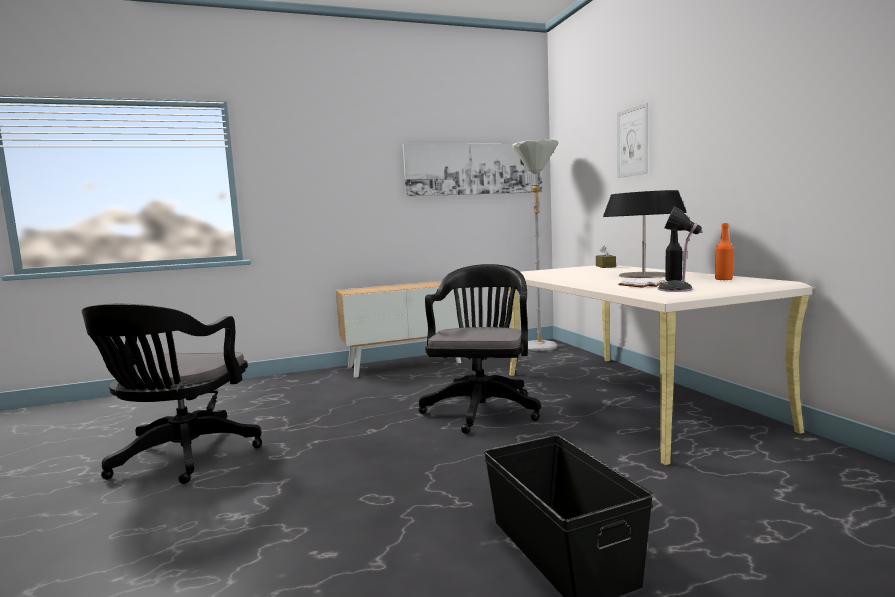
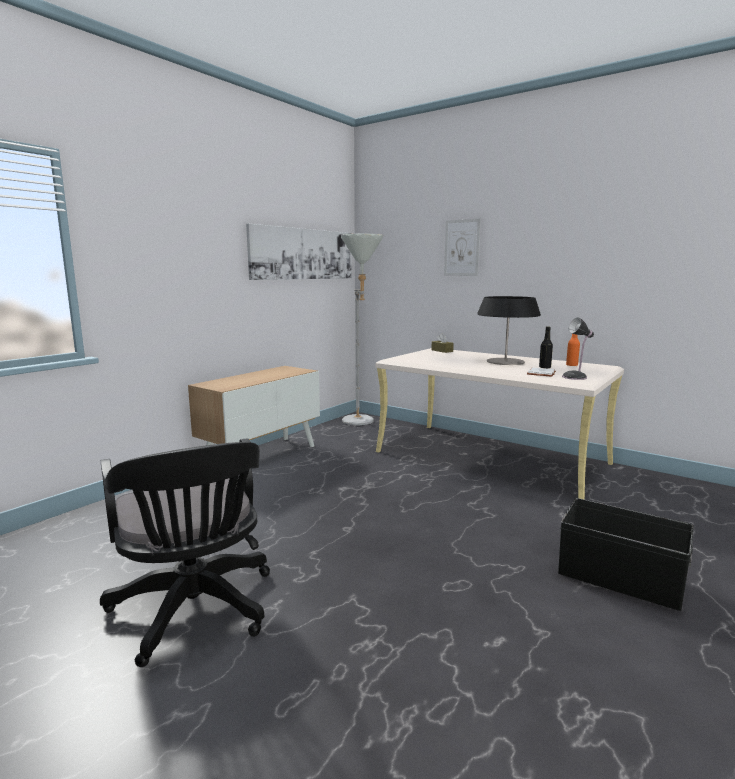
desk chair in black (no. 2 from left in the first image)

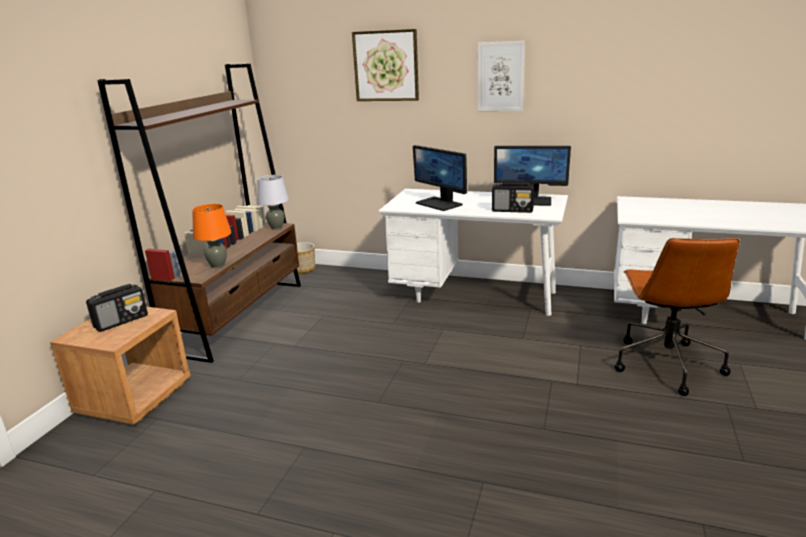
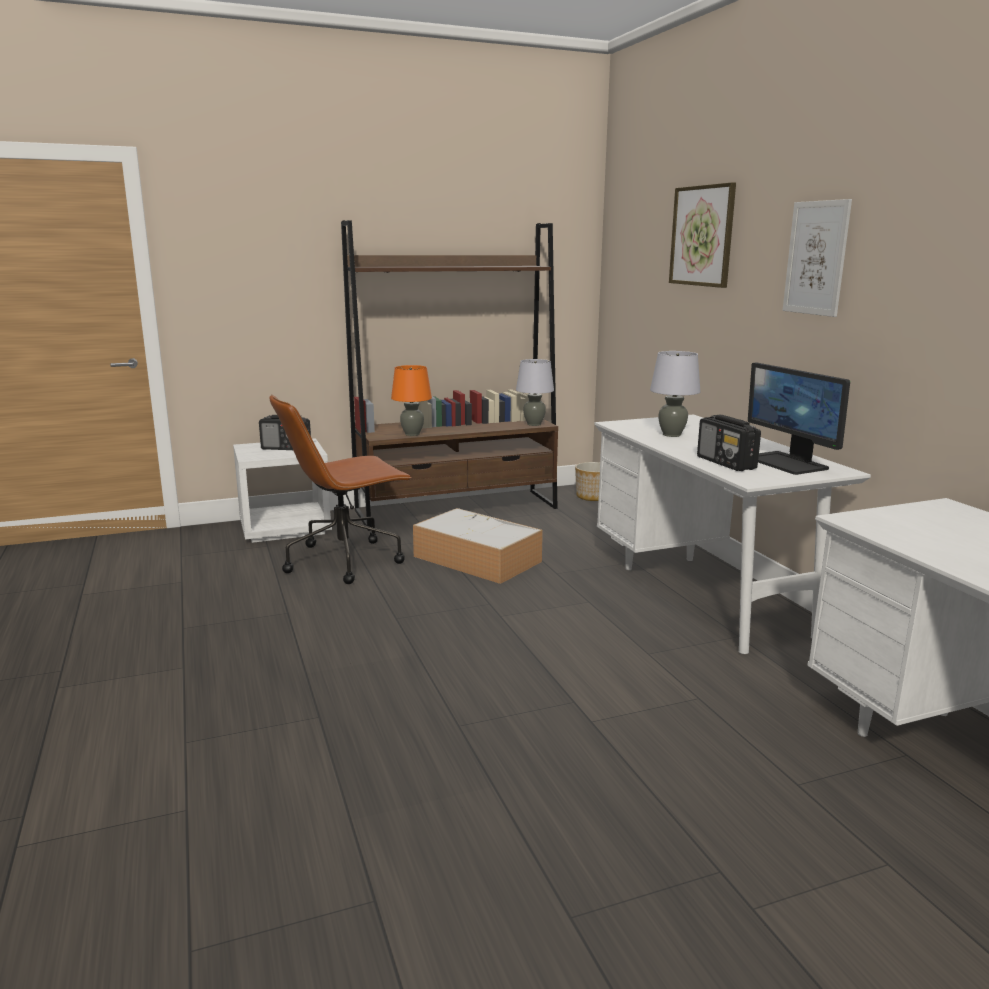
storage container
desk chair in brownish
table lamp in gray (no. 2 from left)
bedside table in whitish

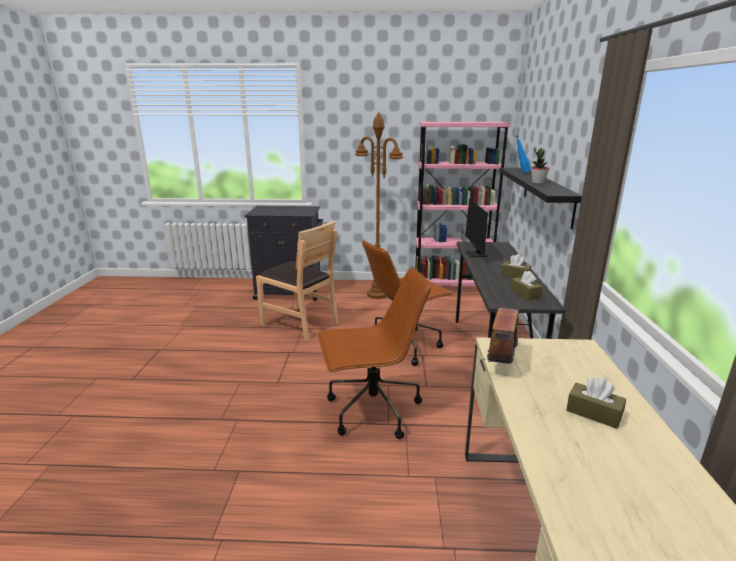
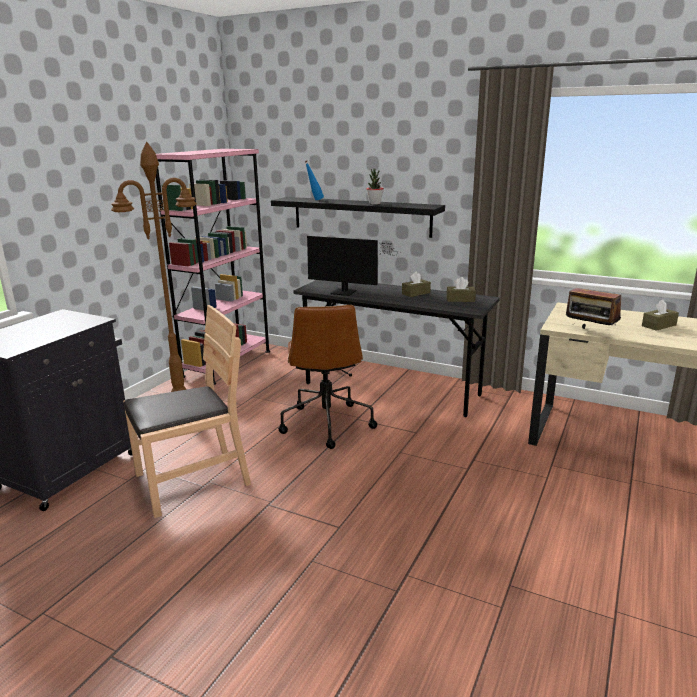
desk chair in brownish (no. 1 from left in the first image)

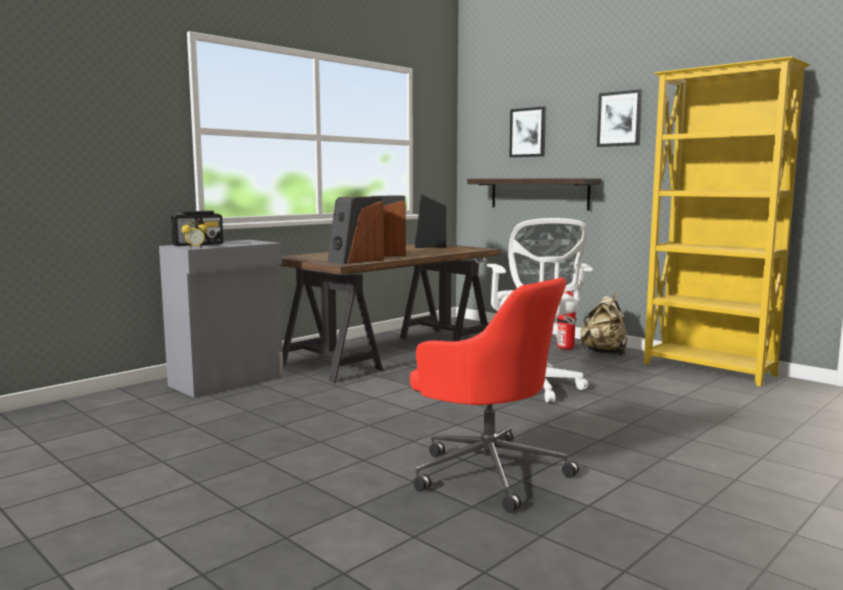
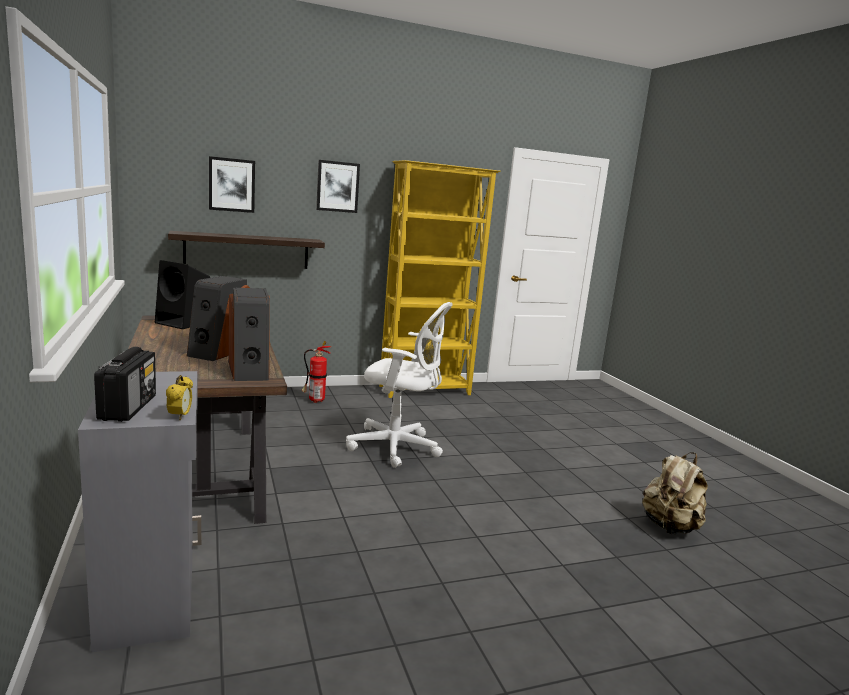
desk chair in reddish
knapsack in beige

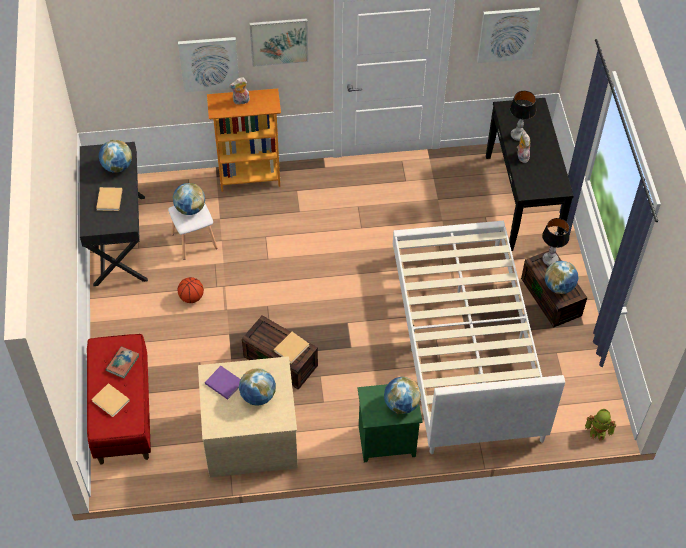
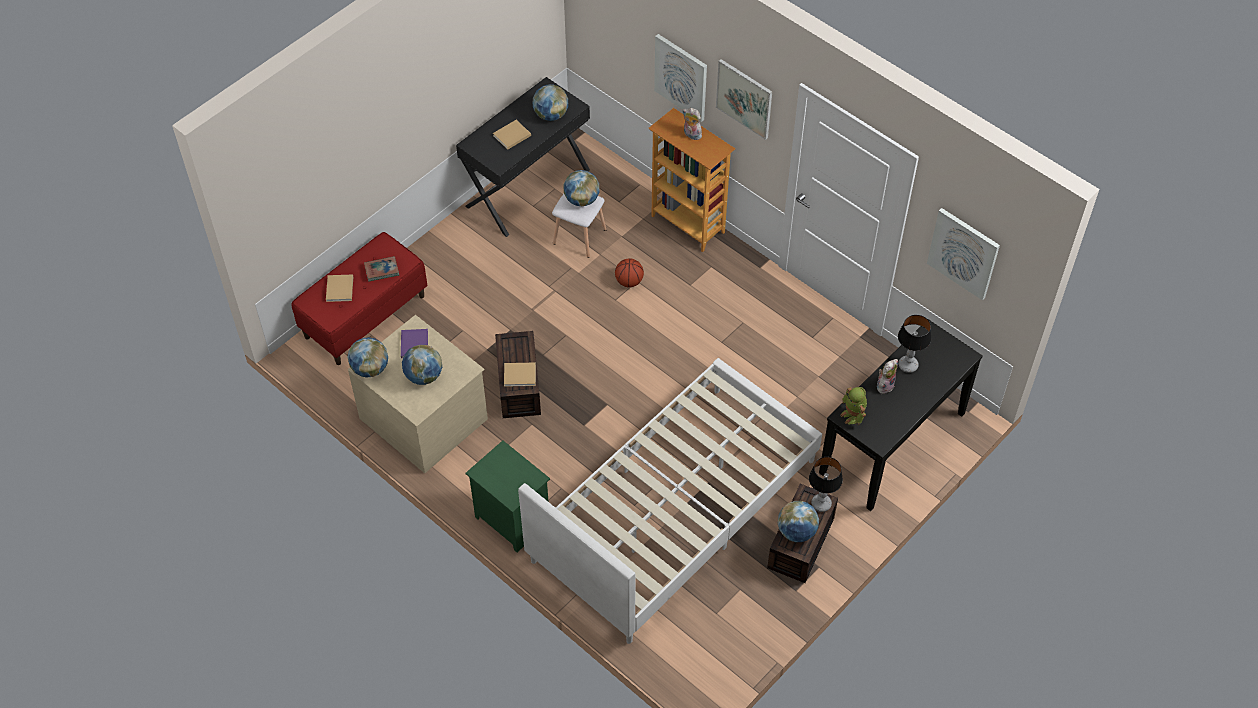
ball for basketball
world globe (no. 1 from left)
toy robot

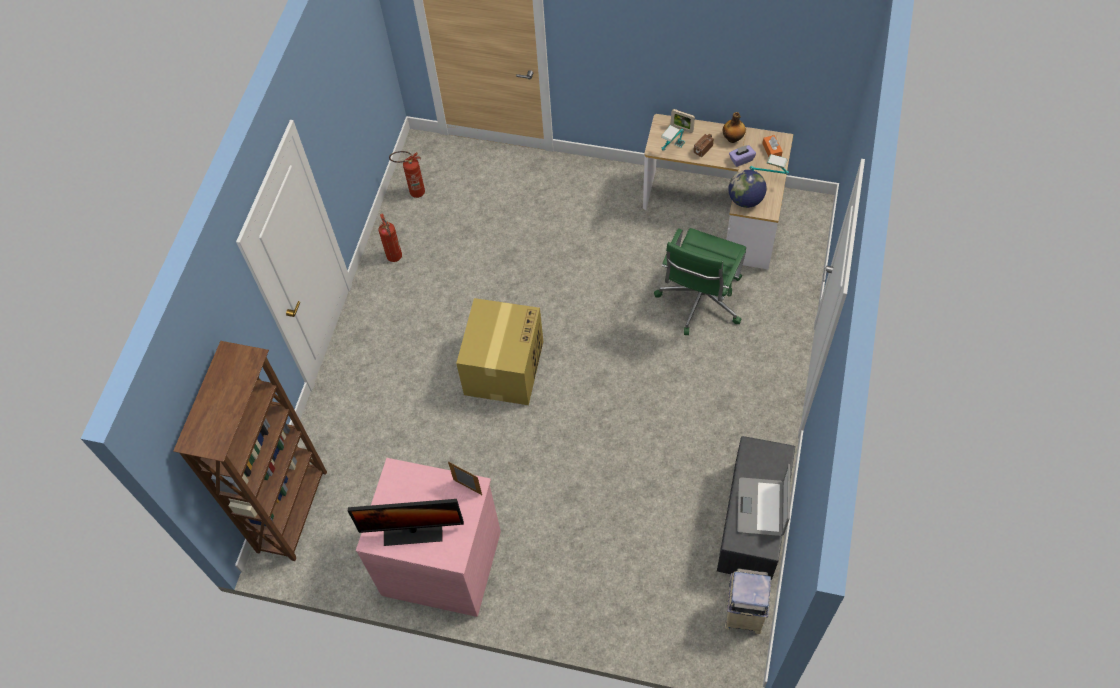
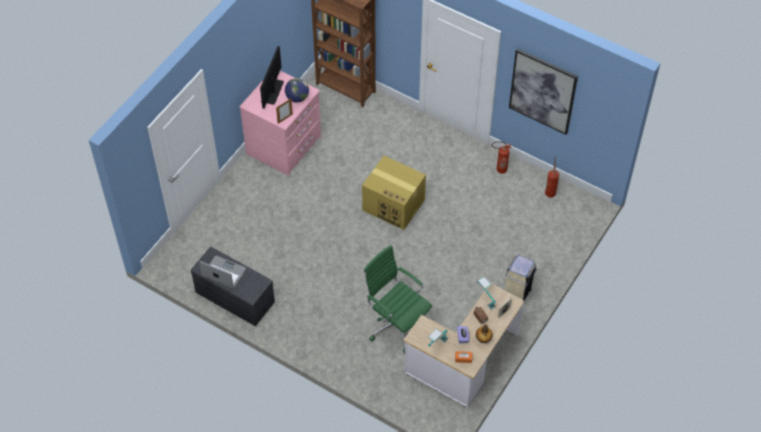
picture
waste bin in beige
world globe

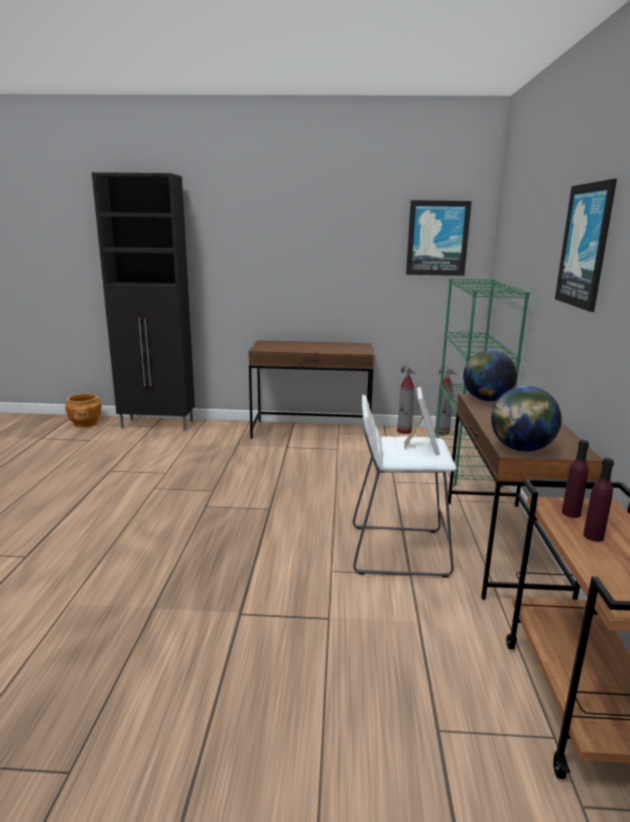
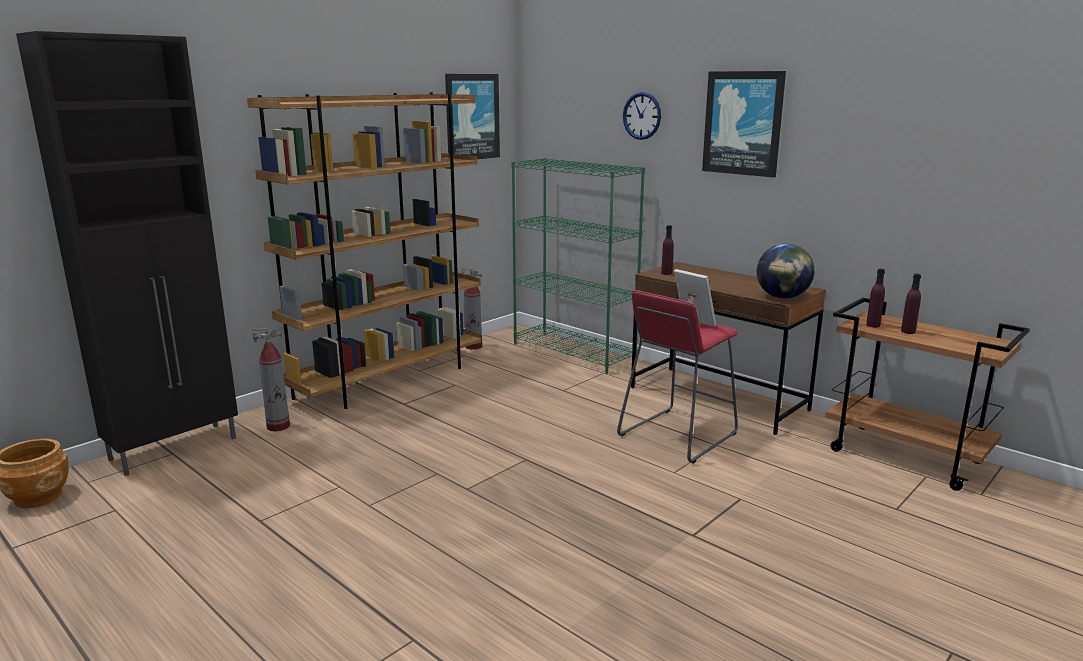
wall clock
fire-fighting cylinder (no. 1 from left)
shelving unit in brownish
drink bottle in purple (no. 1 from left)
stool seat in reddish

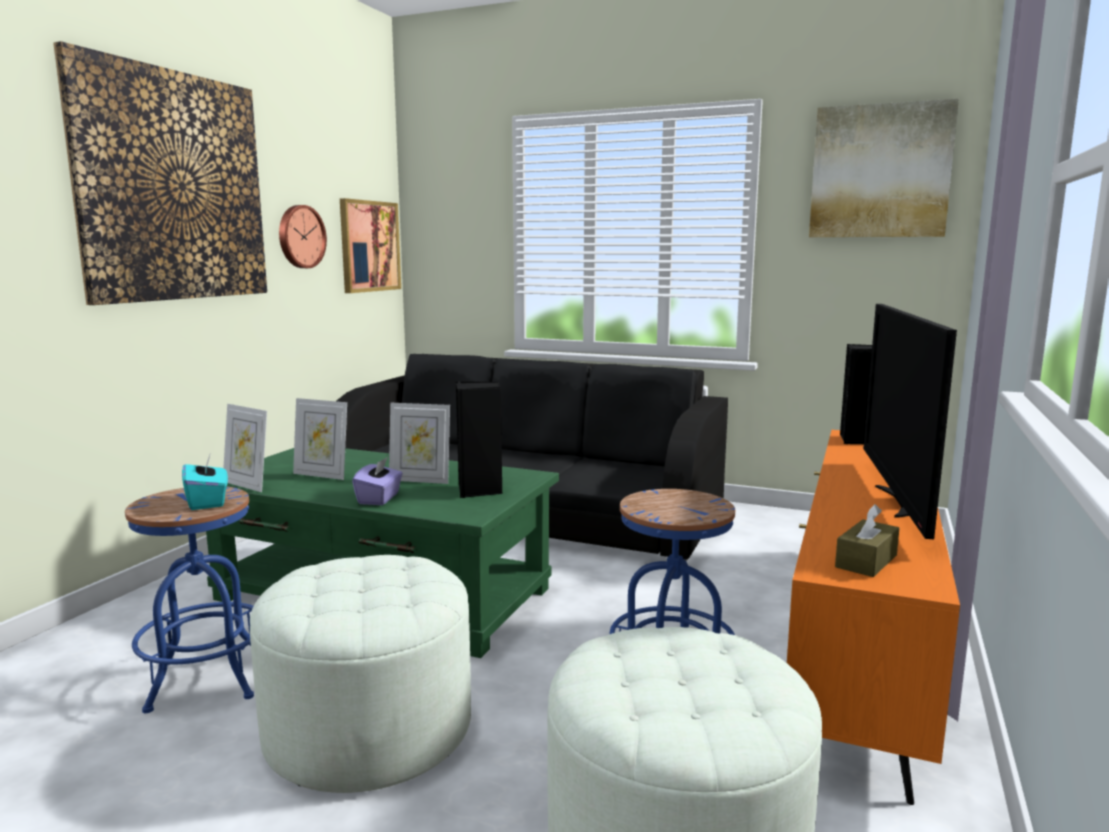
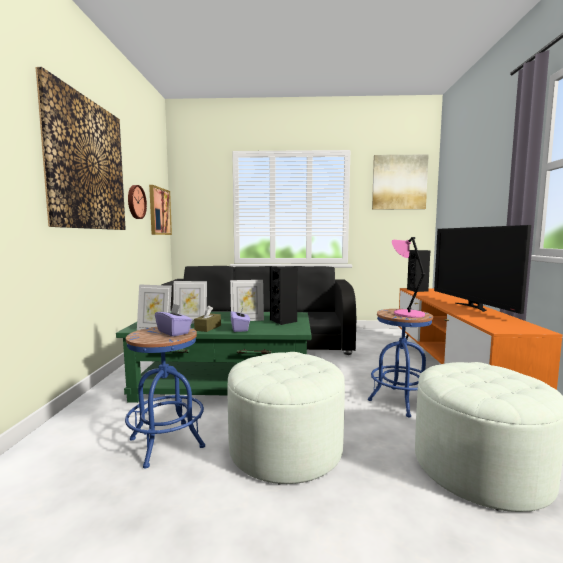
table lamp in pink-coloured
tissue holder in brownish
tissue holder in purple (no. 1 from left)

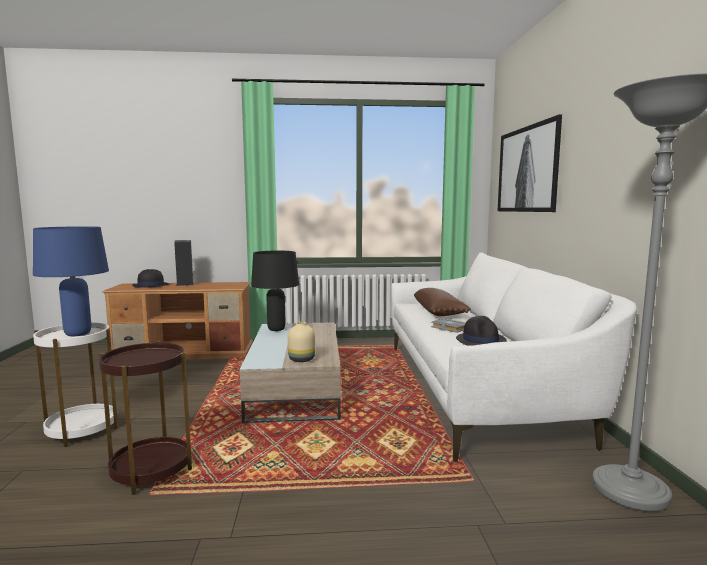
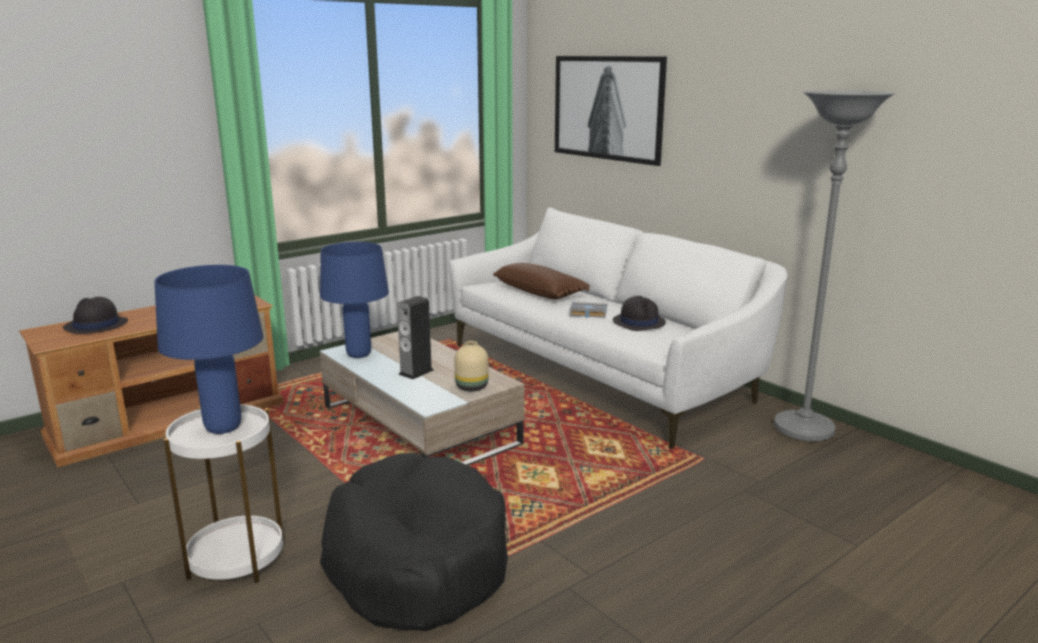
audio speaker
dog bed in black
table lamp in bluish (no. 2 from left)

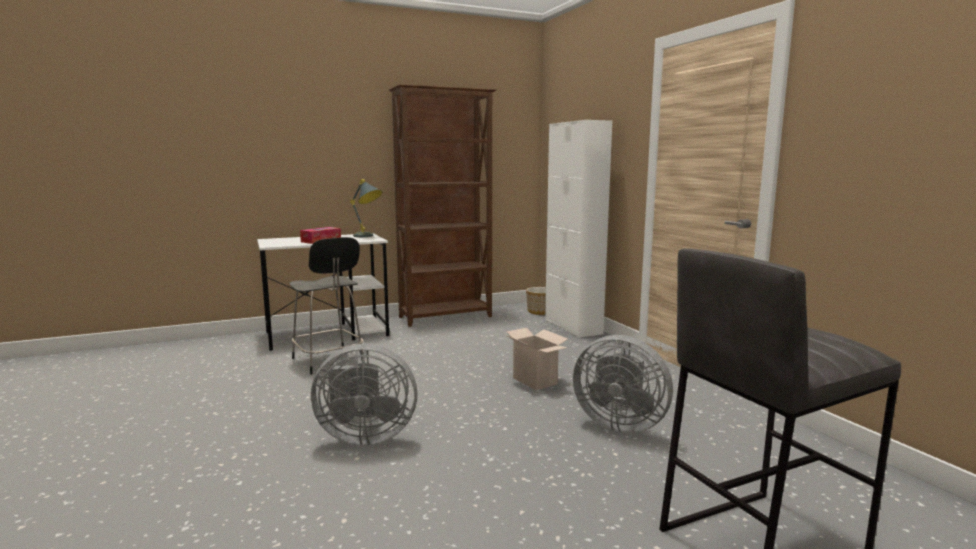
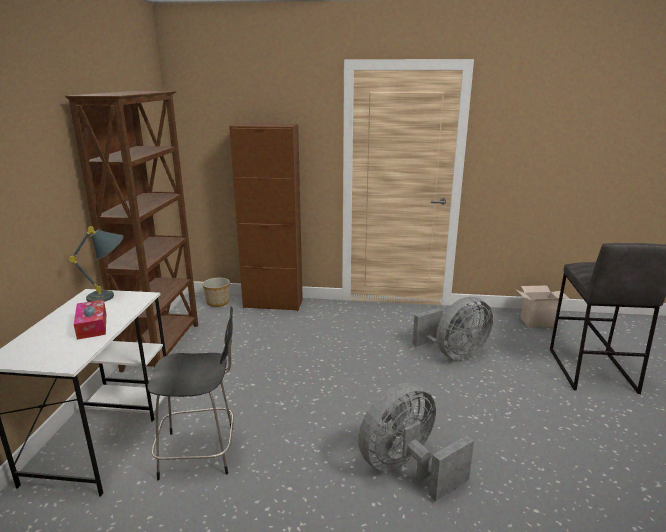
carton
cupboard in brownish
fan in gray (no. 1 from left)

